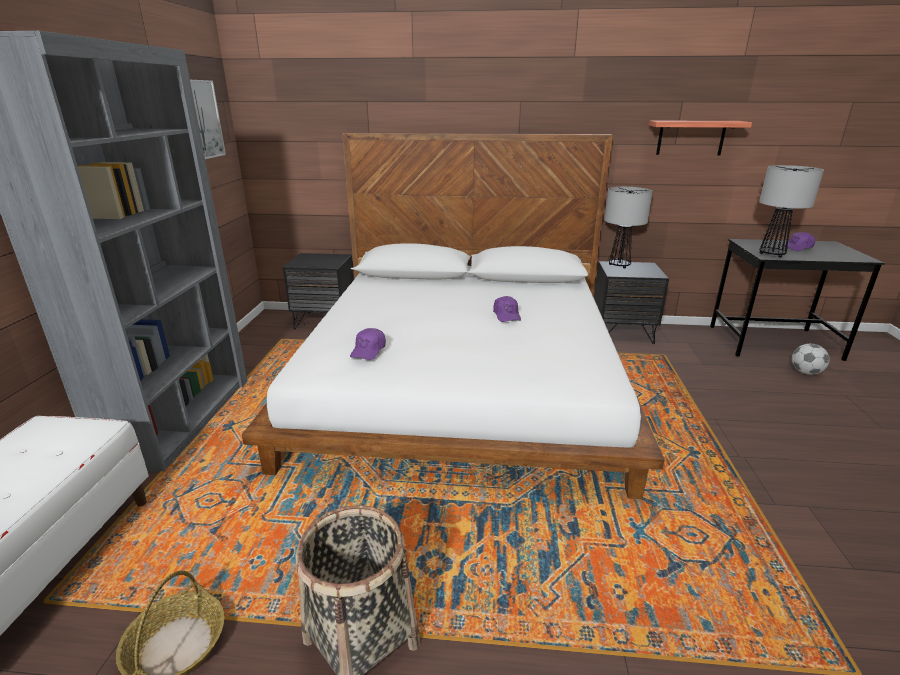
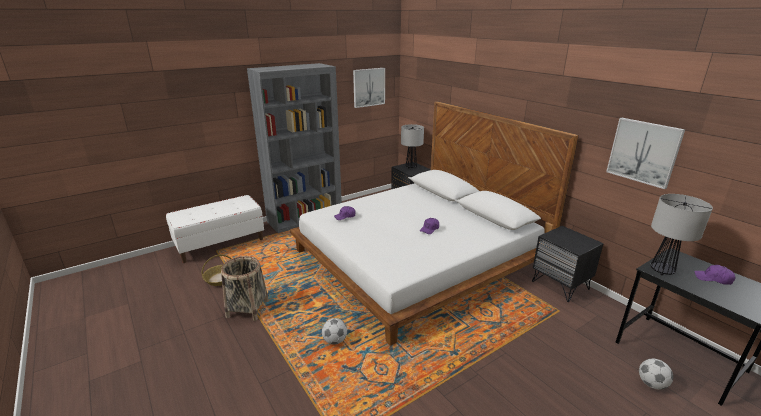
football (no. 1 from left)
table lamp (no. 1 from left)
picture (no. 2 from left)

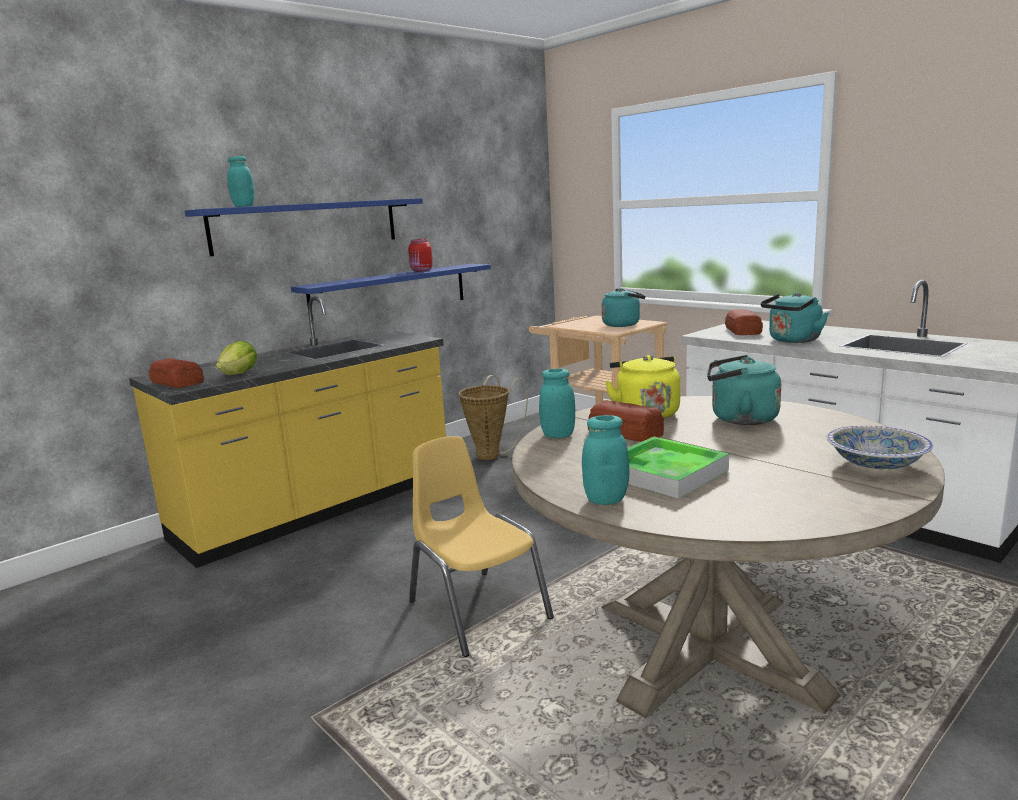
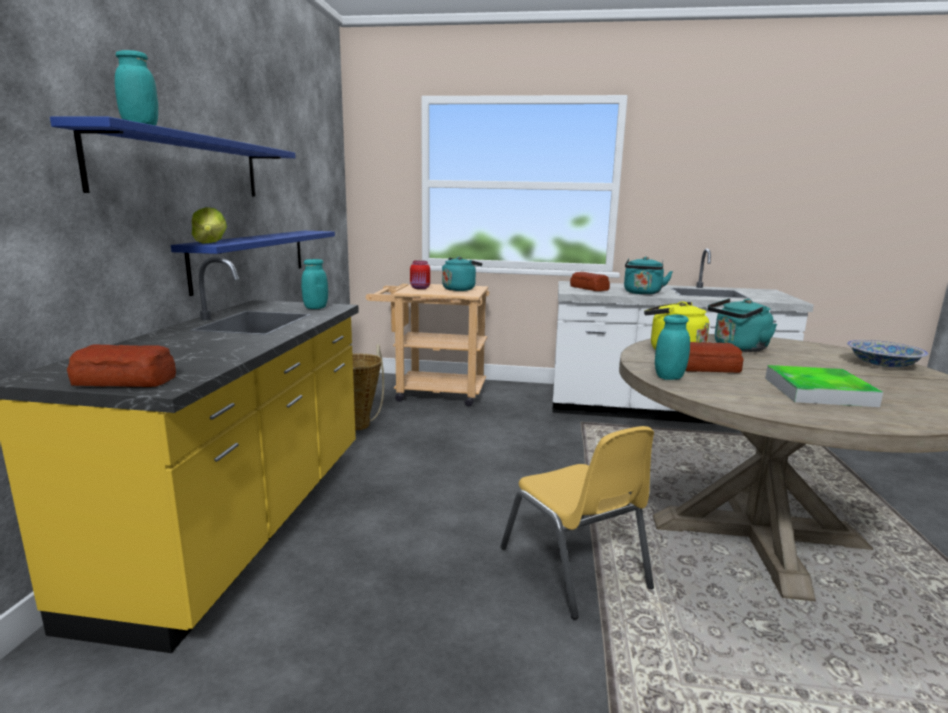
lettuce
preserve jar in reddish
preserve jar in turquoise (no. 2 from left)
chair in yellowish

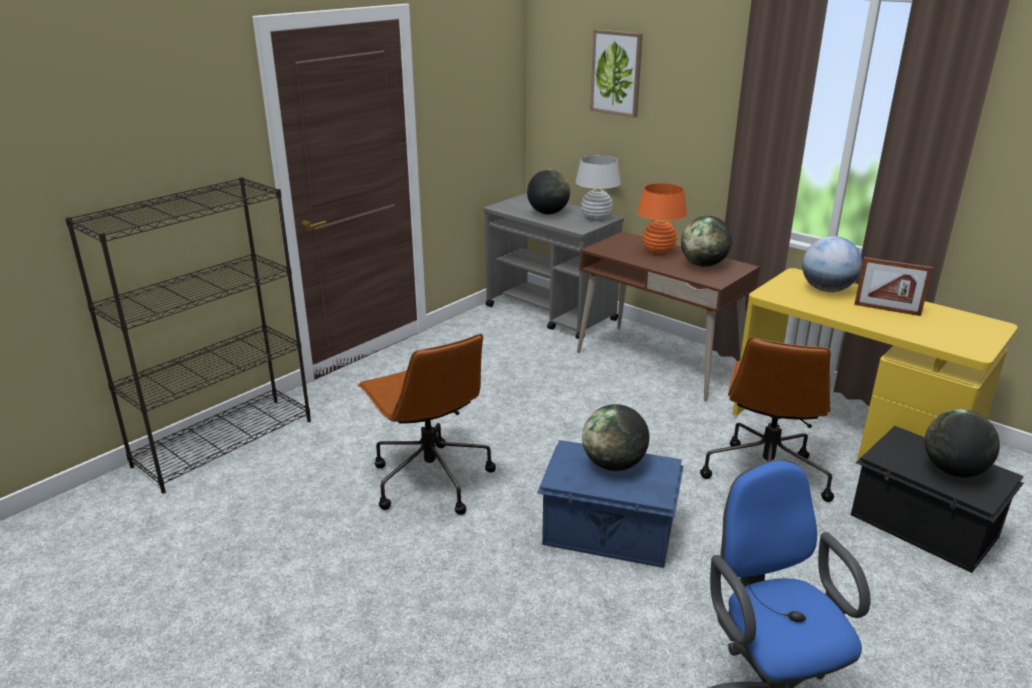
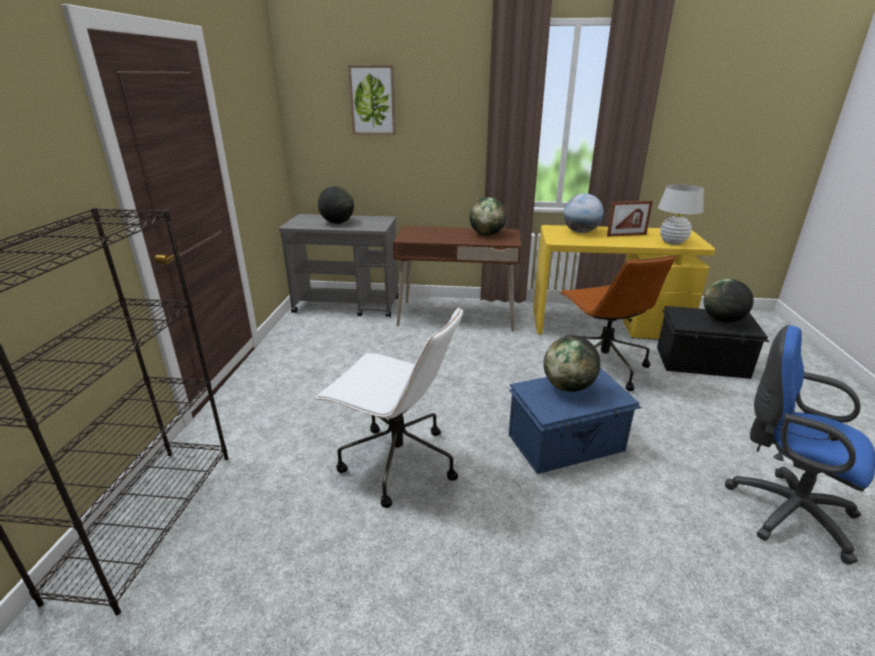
table lamp in orange
table lamp in whitish
desk chair in whitish

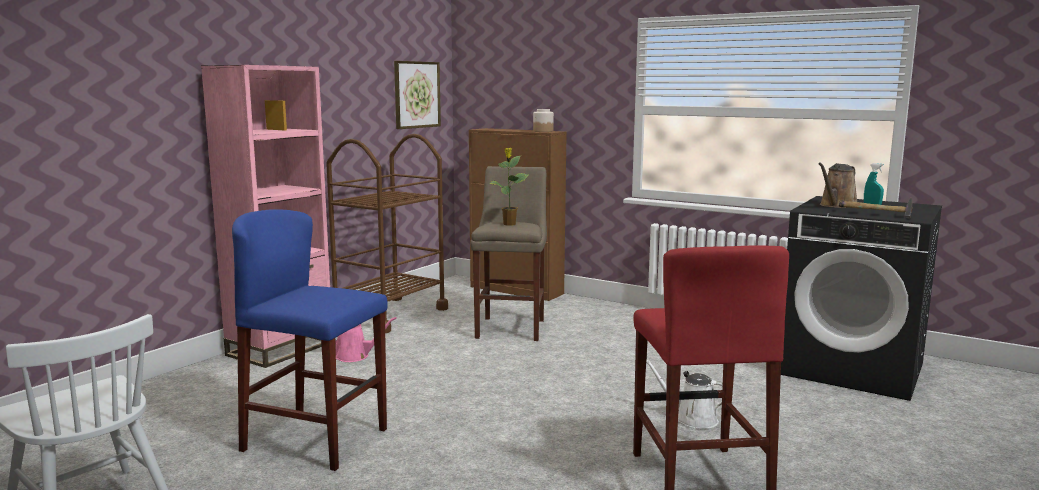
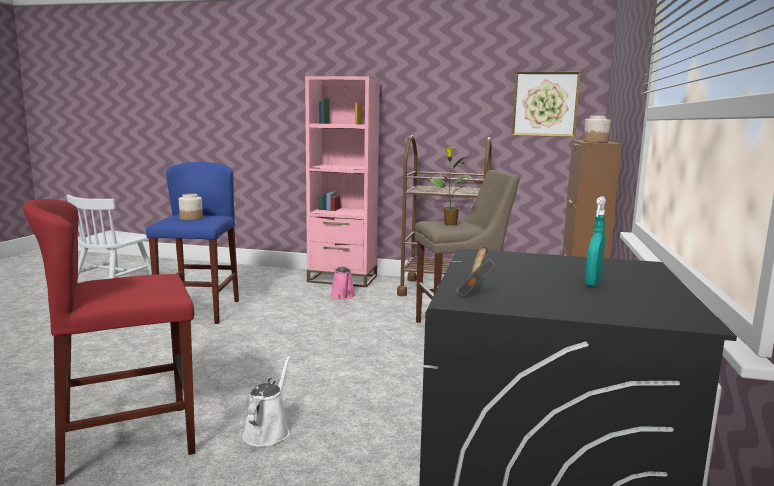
sprinkling can in brownish
preserve jar (no. 1 from left)

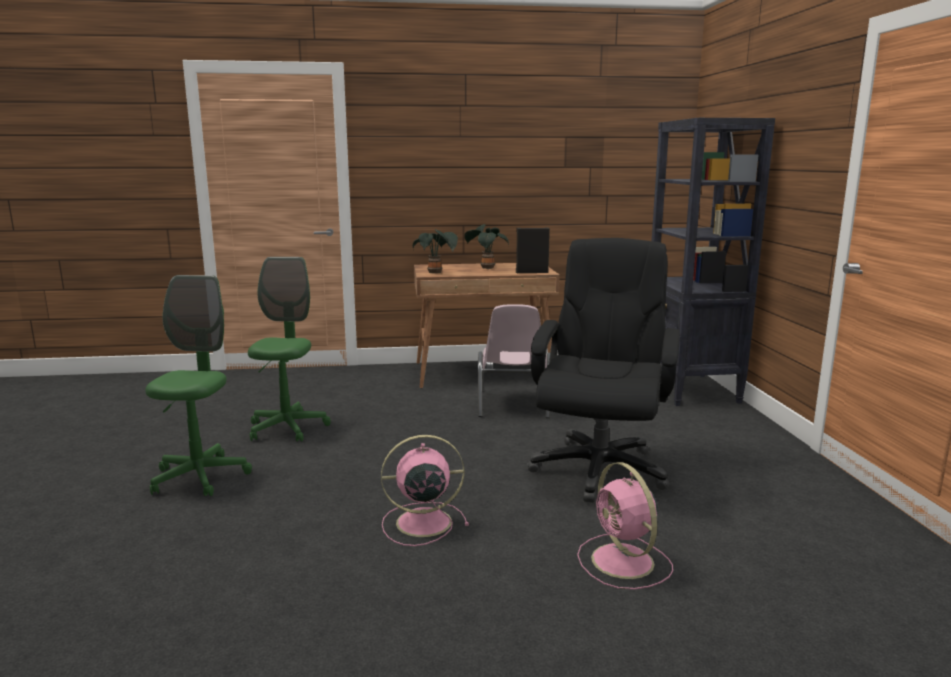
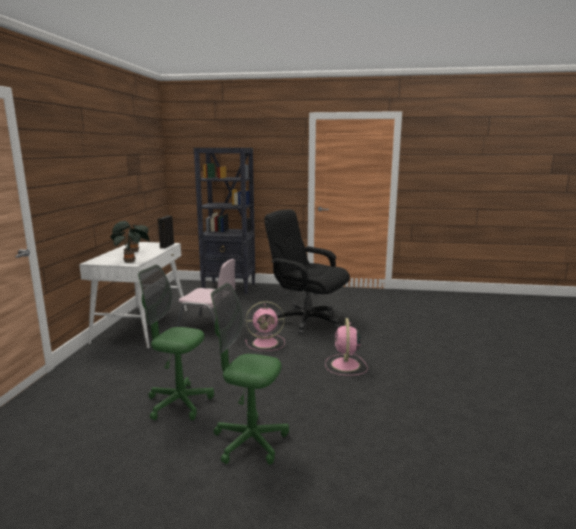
fan in pink-coloured (no. 1 from left)
desk in whitish

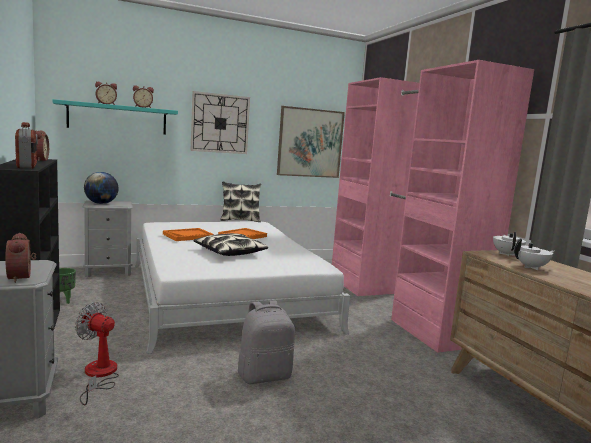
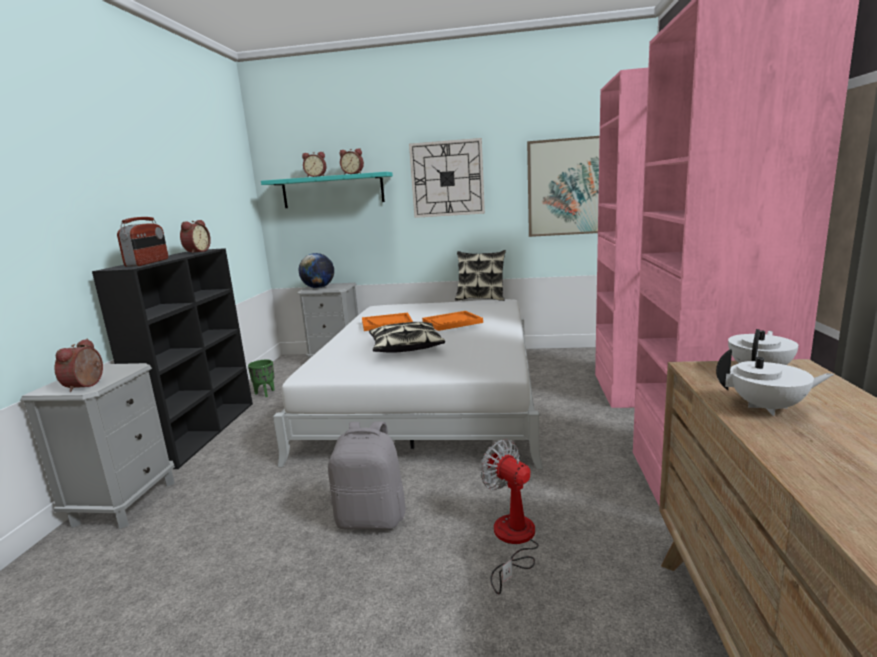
fan

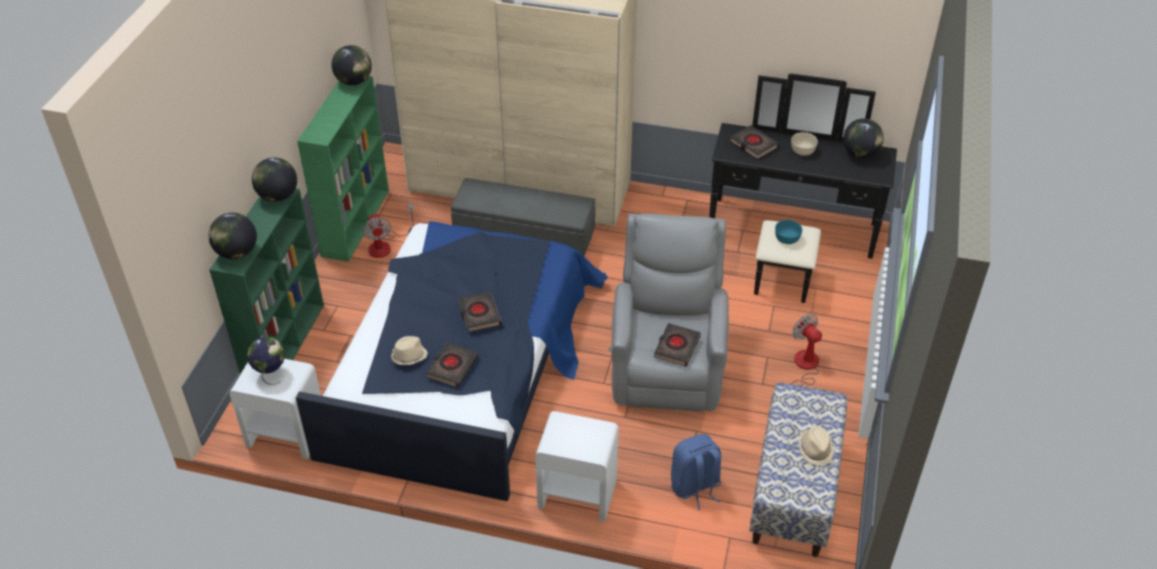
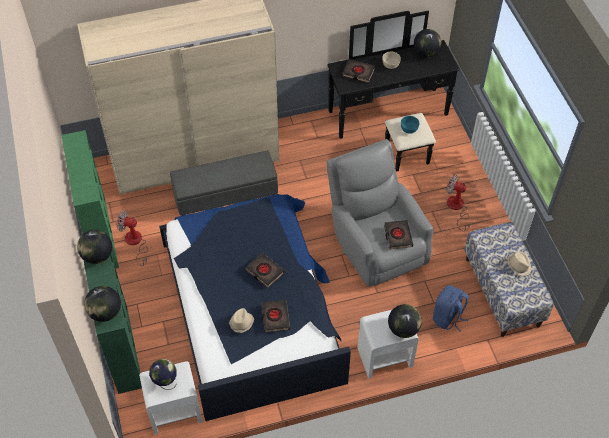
world globe (no. 4 from left)
fan (no. 1 from left)

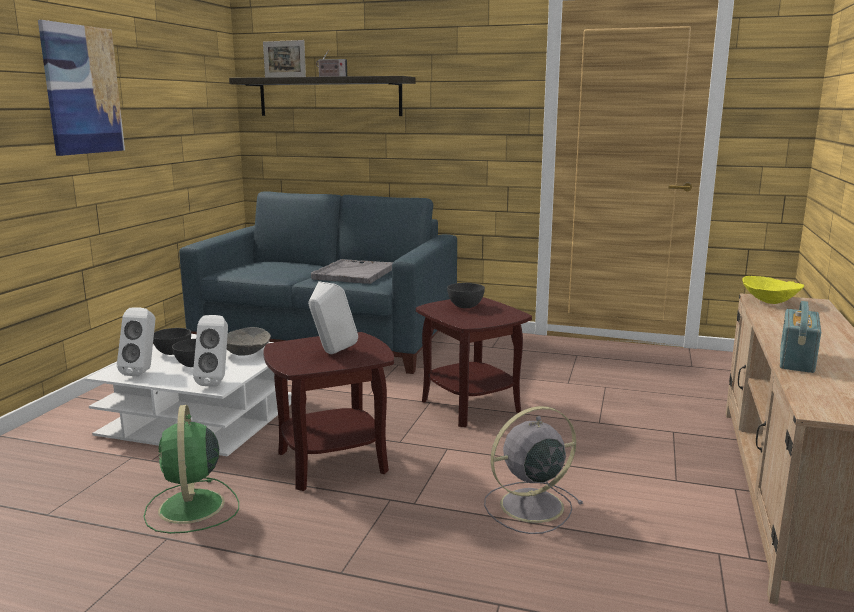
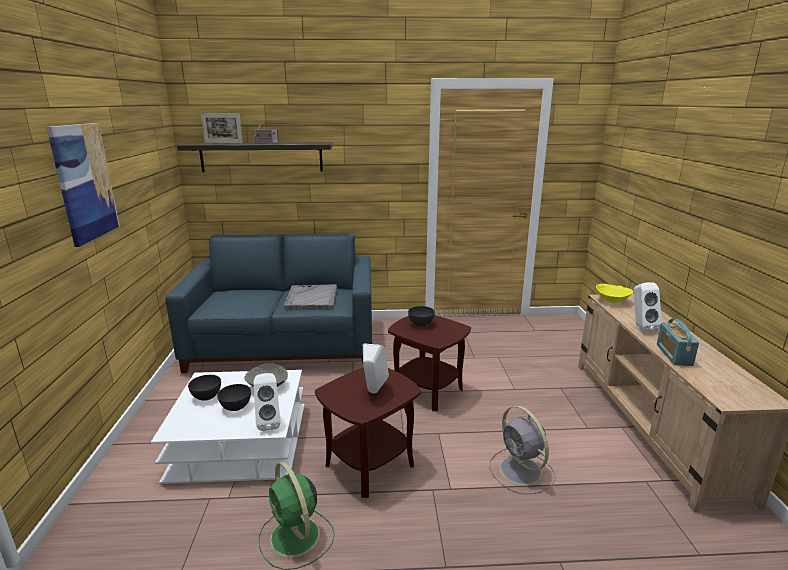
audio speaker in whitish (no. 3 from left)
fan in gray

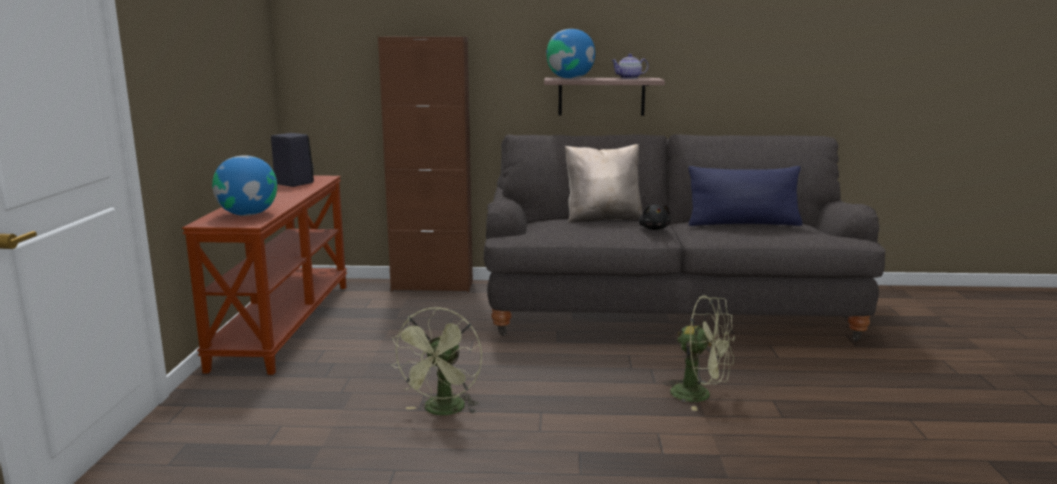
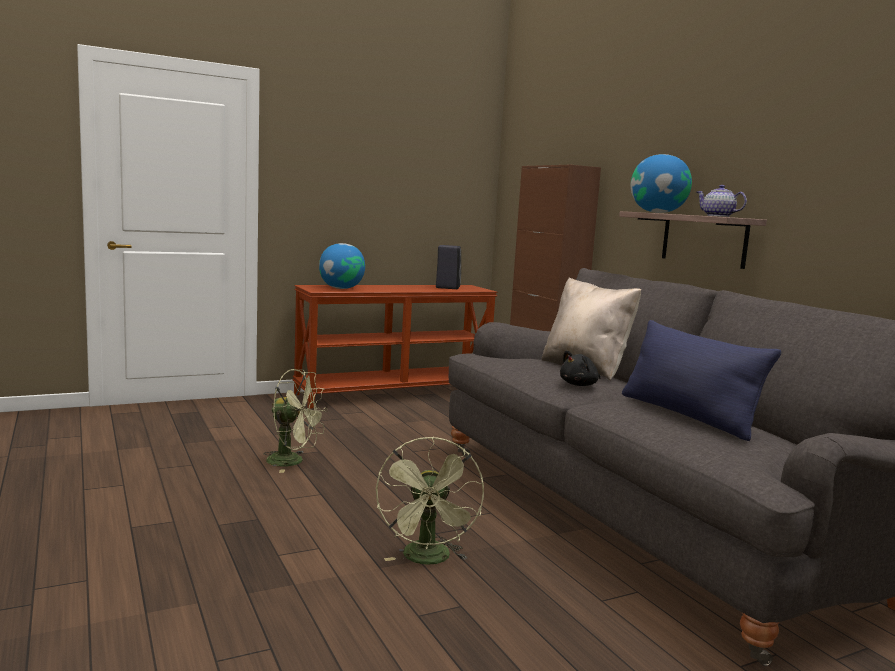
fan in green (no. 1 from left)

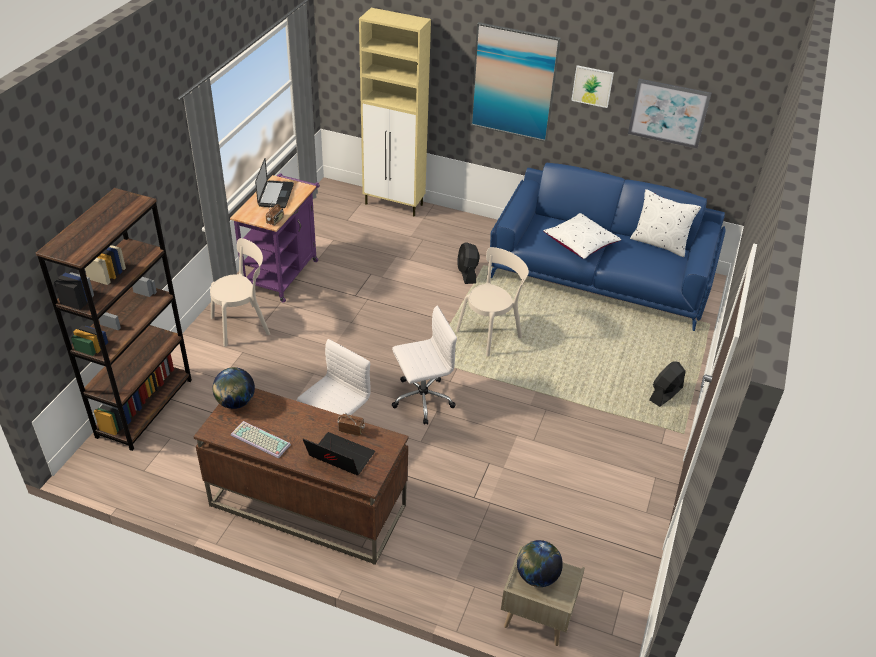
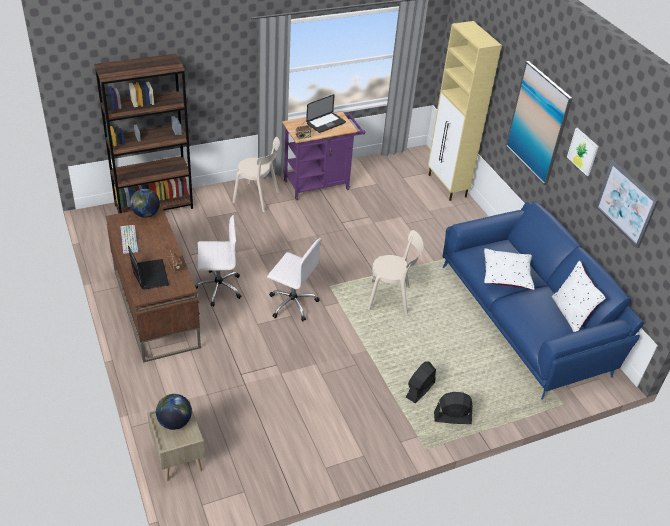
fan in black (no. 1 from left)

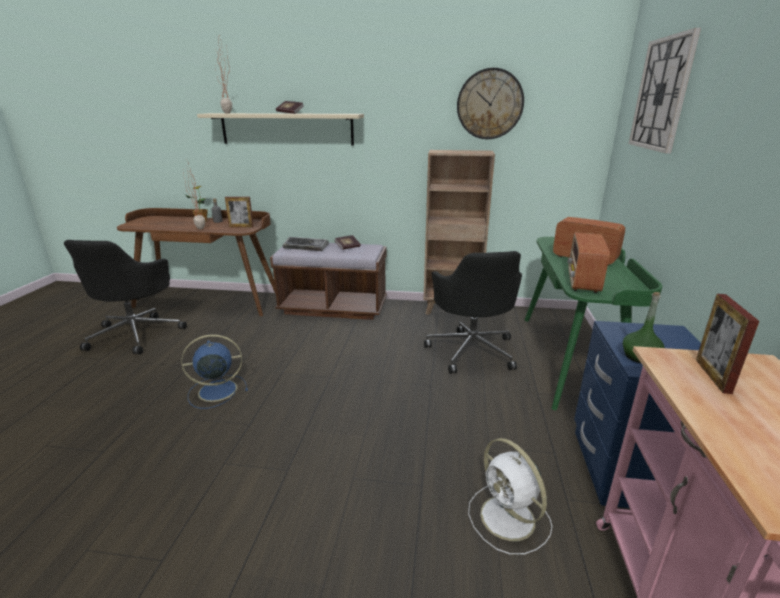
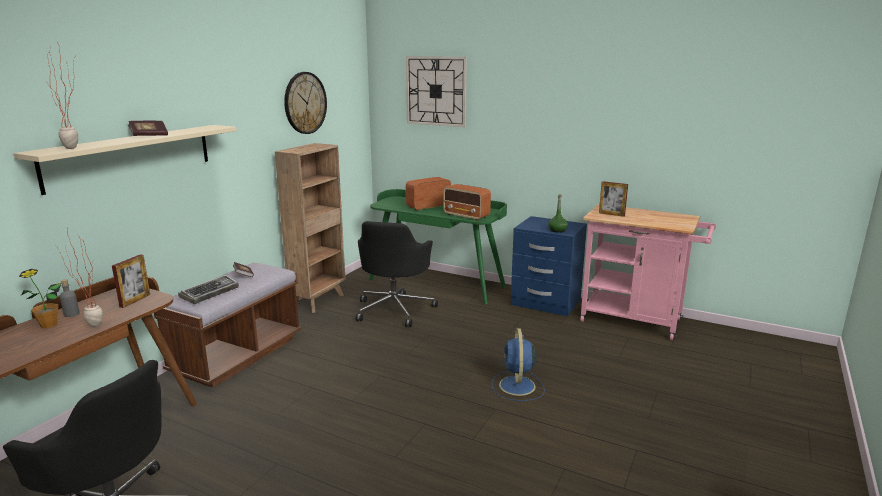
fan in whitish
fan in bluish
desk chair in black (no. 2 from left)

